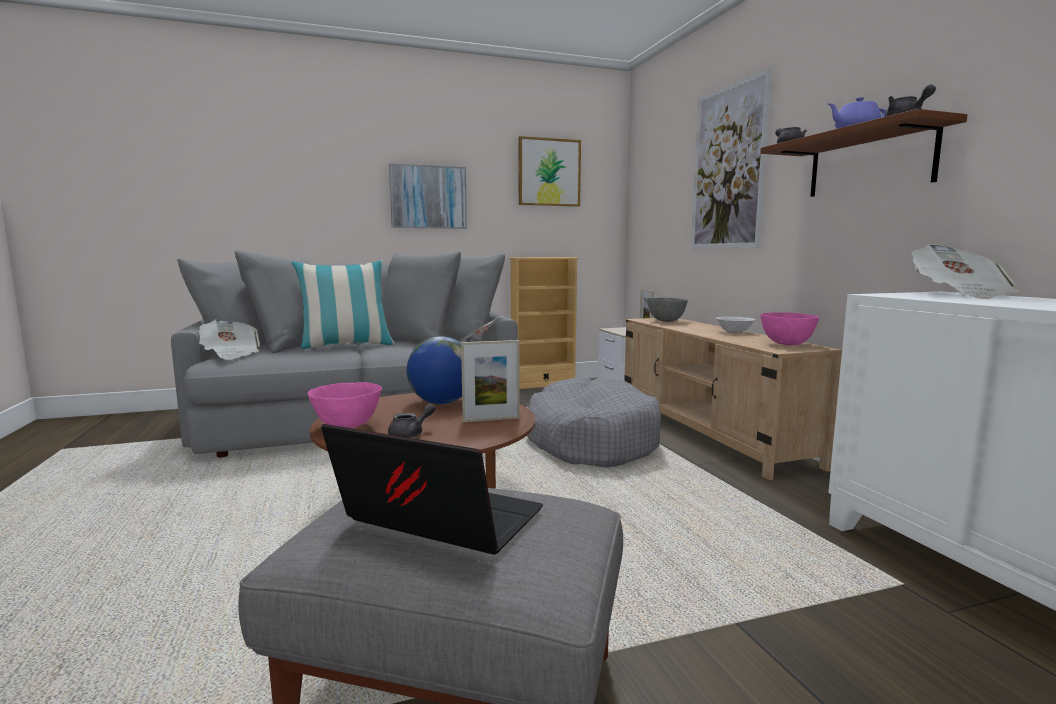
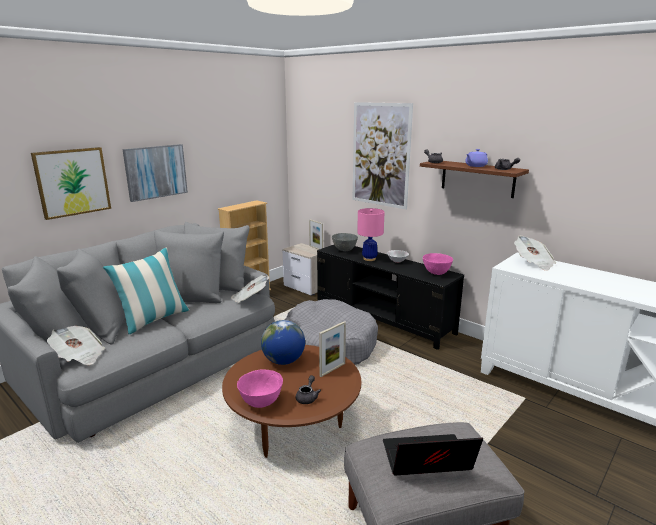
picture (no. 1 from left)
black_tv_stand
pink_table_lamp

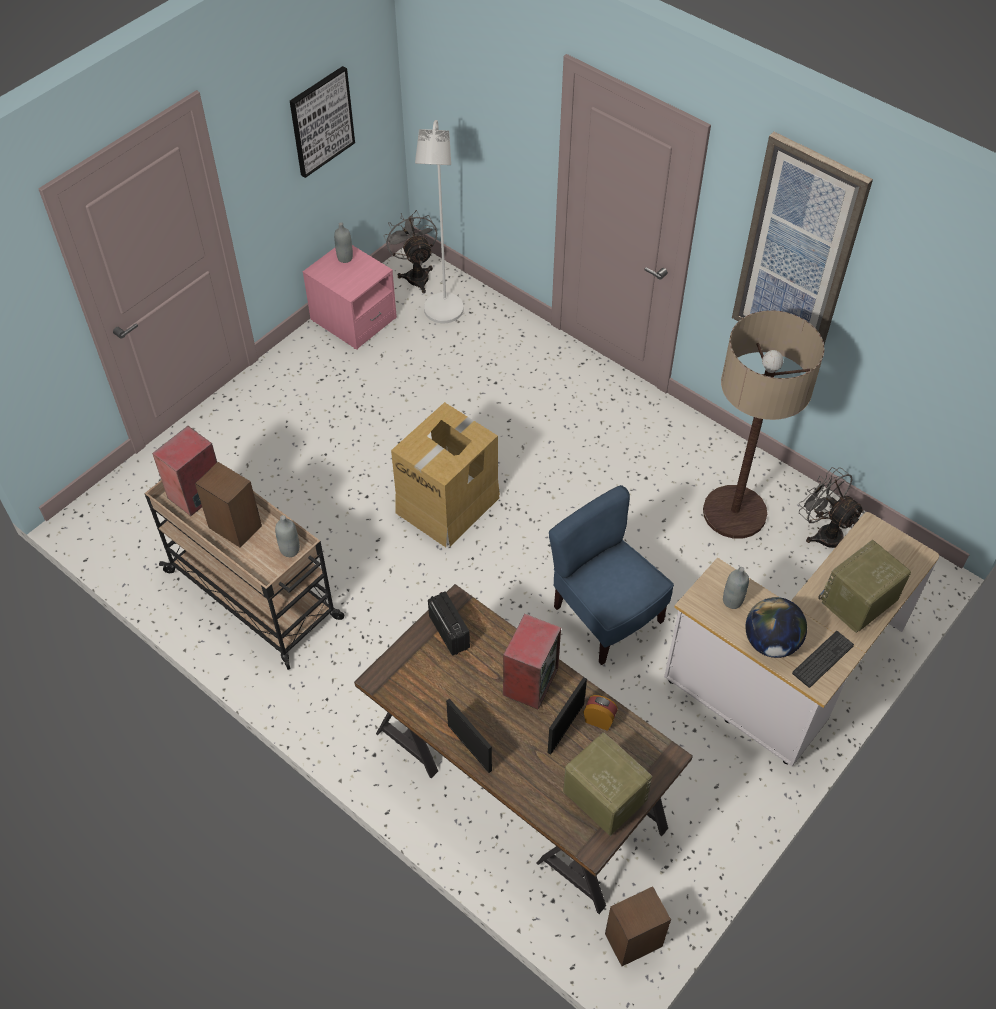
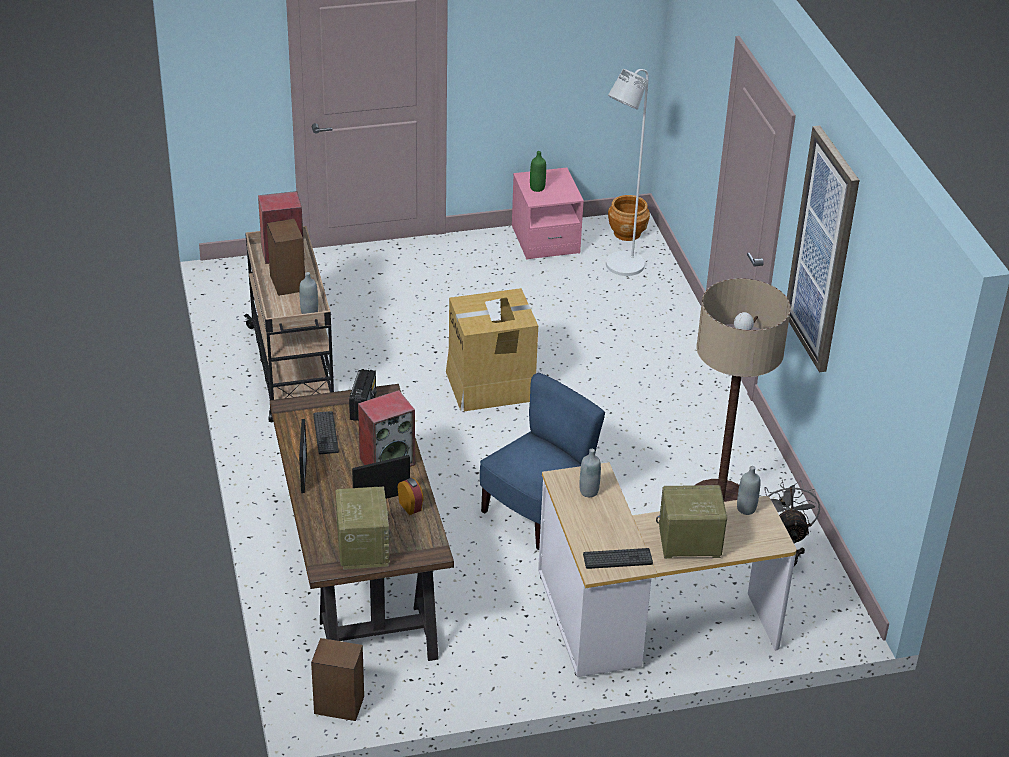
picture (no. 1 from left in the first image)
brown_planter
grey_bottle (no. 3 from left)
blue_chair
globe
green_bottle
keyboard (no. 1 from left)

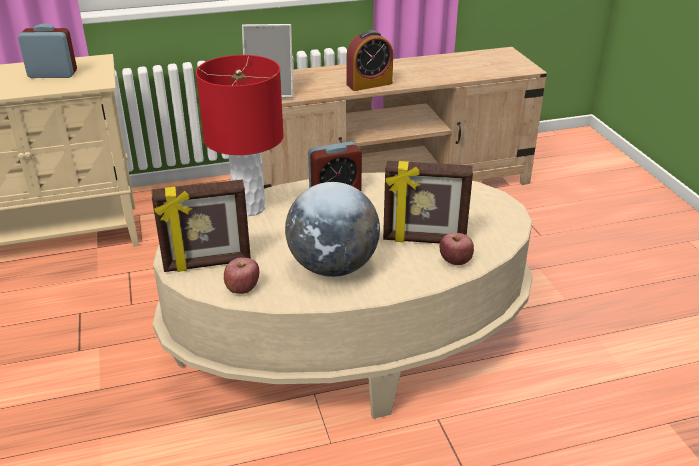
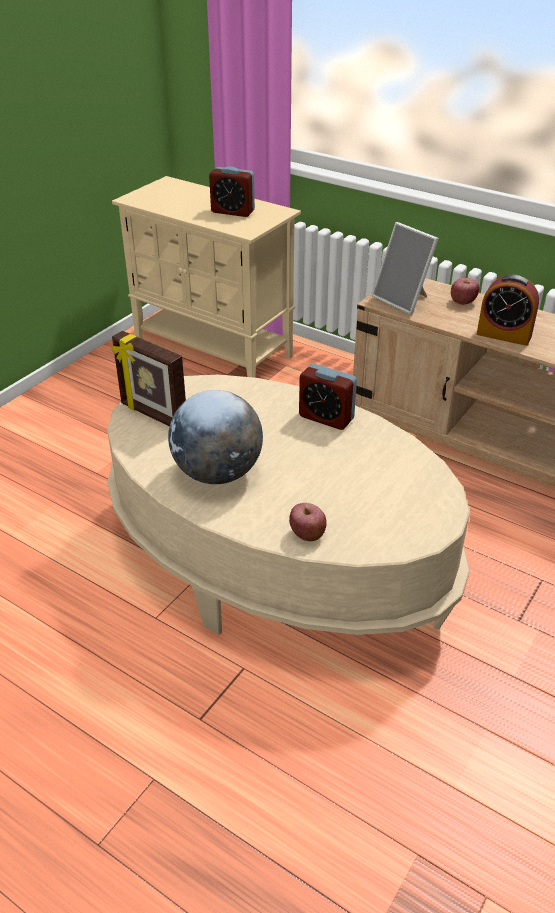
alarm_clock (no. 1 from left)
red_table_lamp
picture_frame (no. 3 from left in the first image)
apple (no. 2 from left)

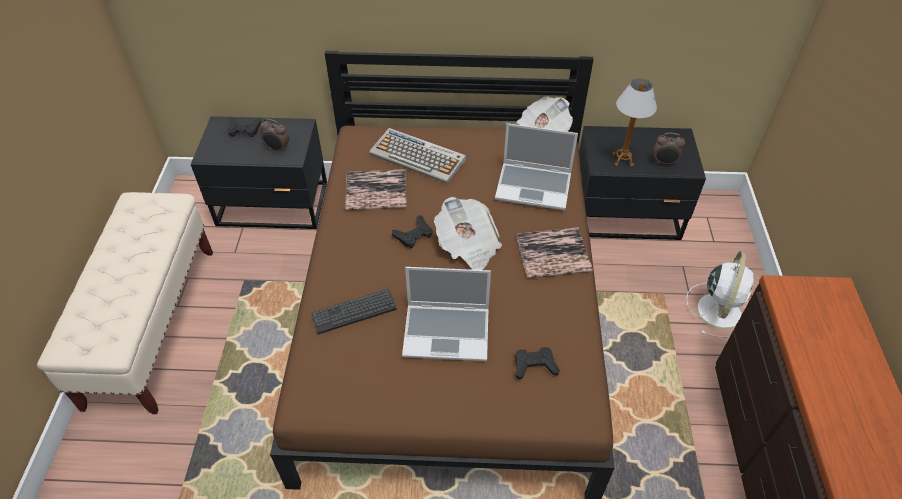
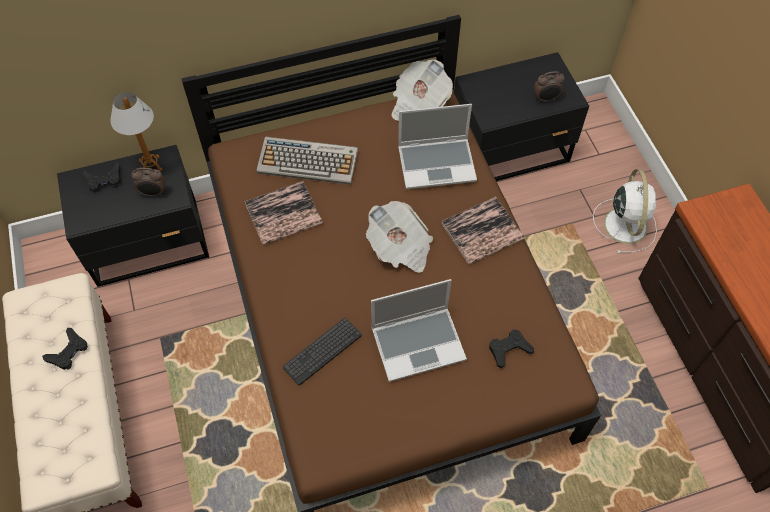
table_lamp
black_game_controller (no. 1 from left)

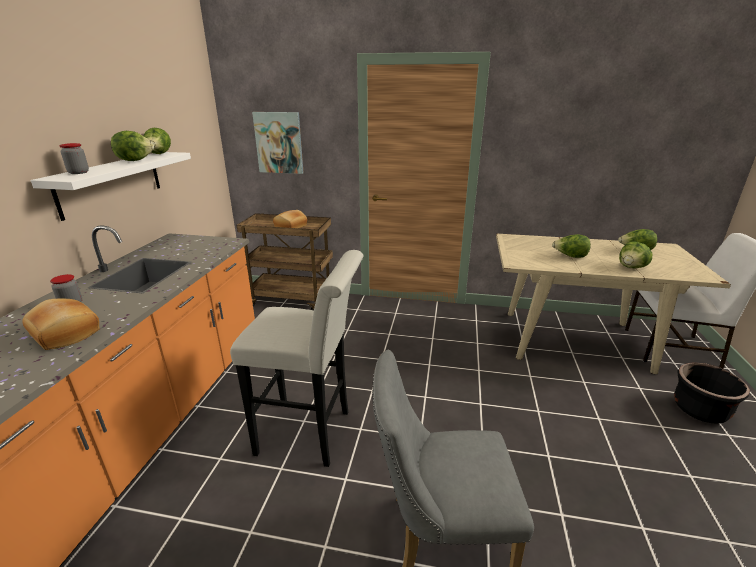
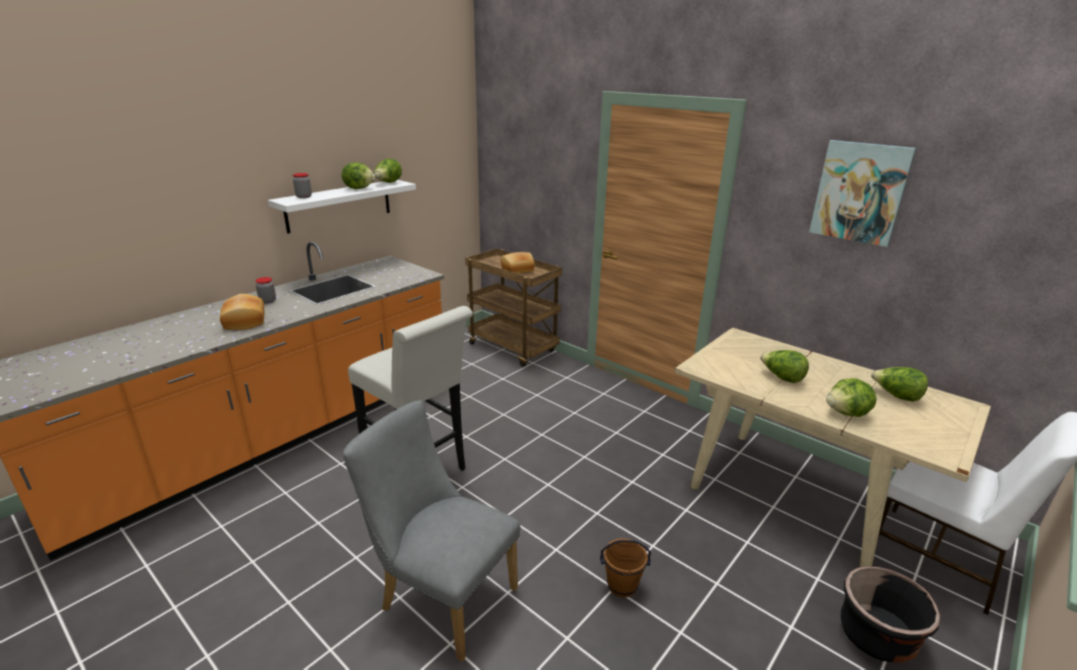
picture
brown_bucket

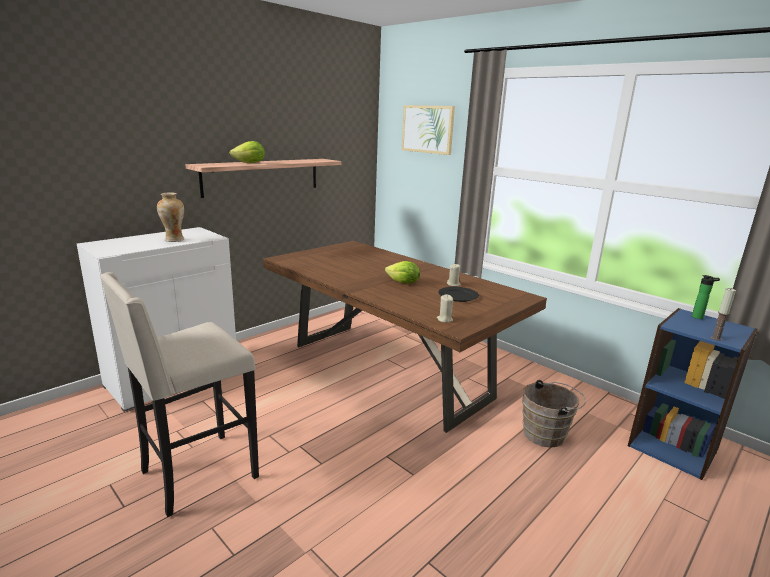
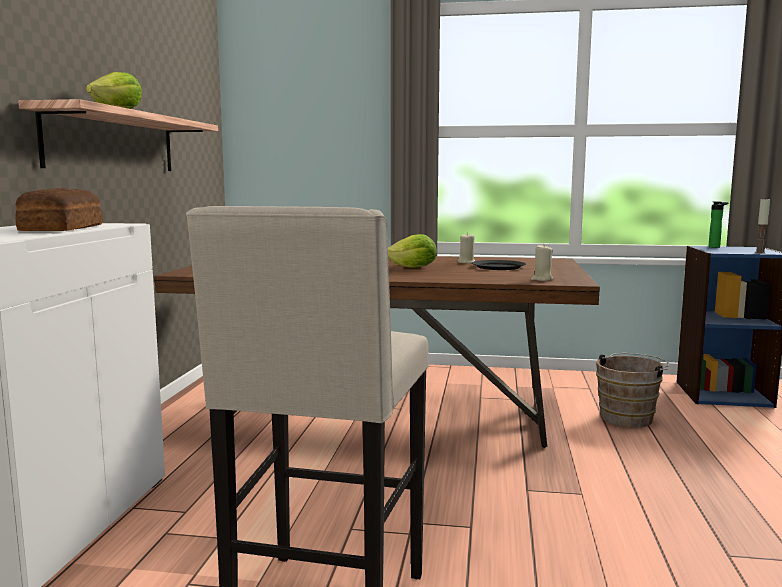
picture
bread

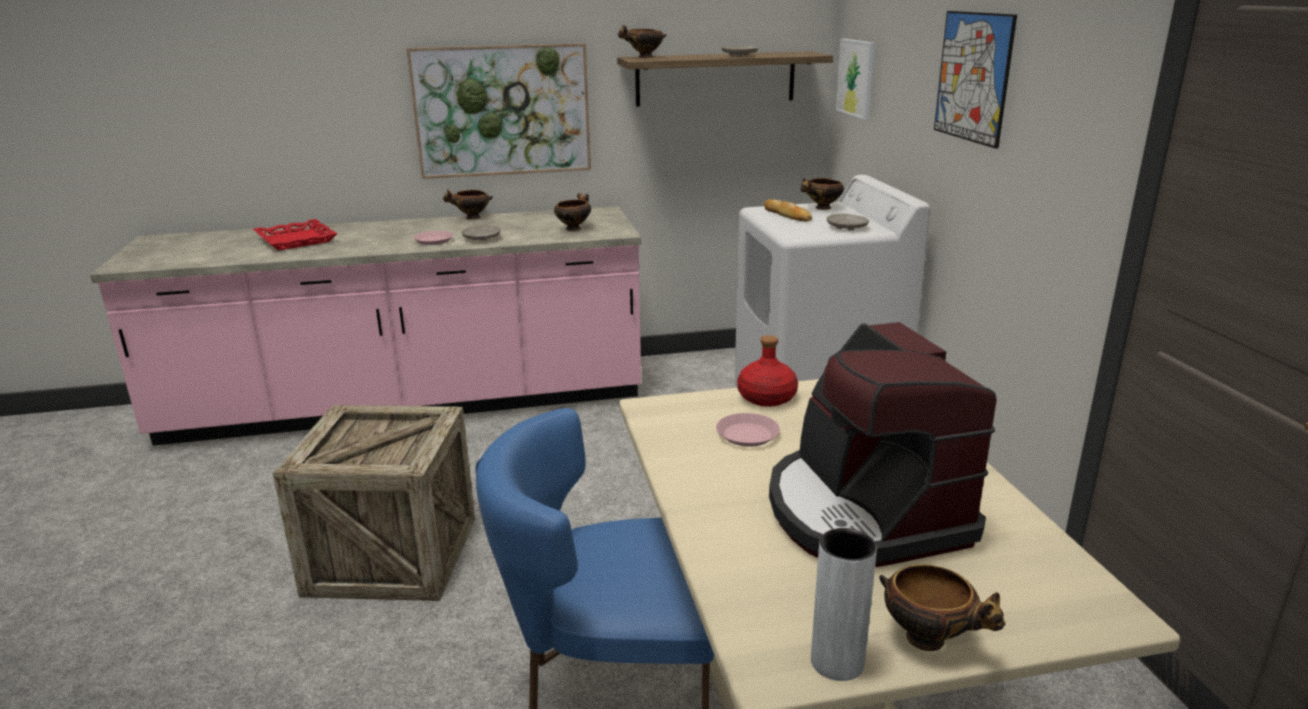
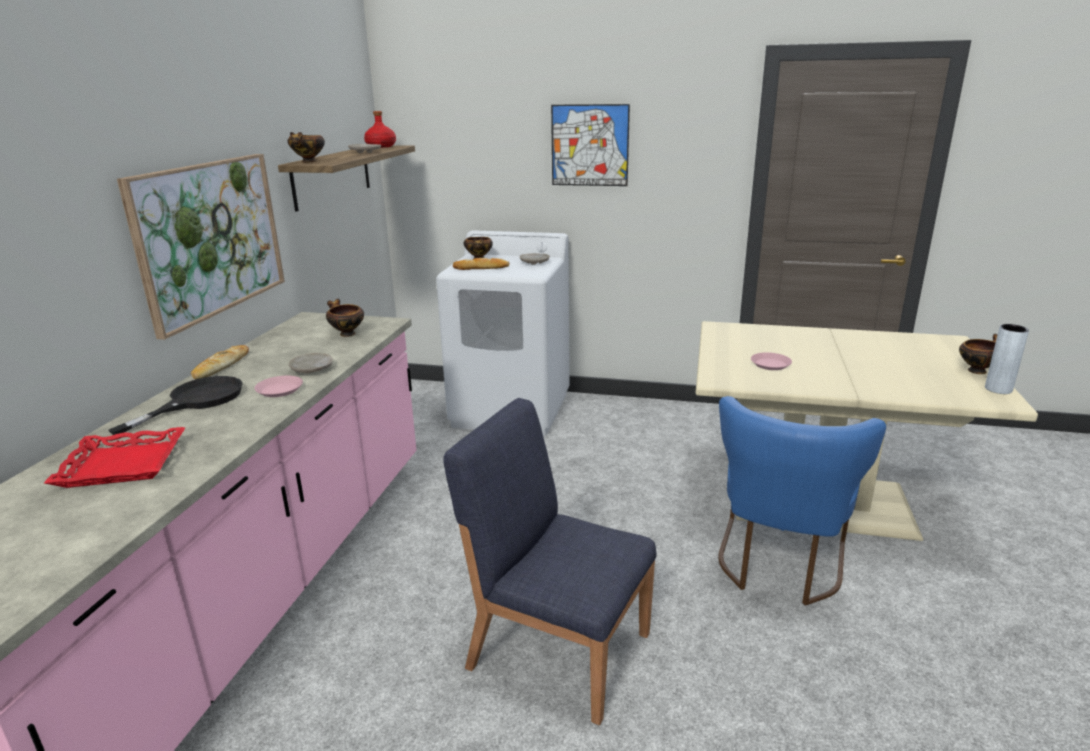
picture (no. 2 from left in the first image)
bread (no. 1 from left)
coffee_machine
red_bottle
blue_chair (no. 1 from left)
black_frying_pan

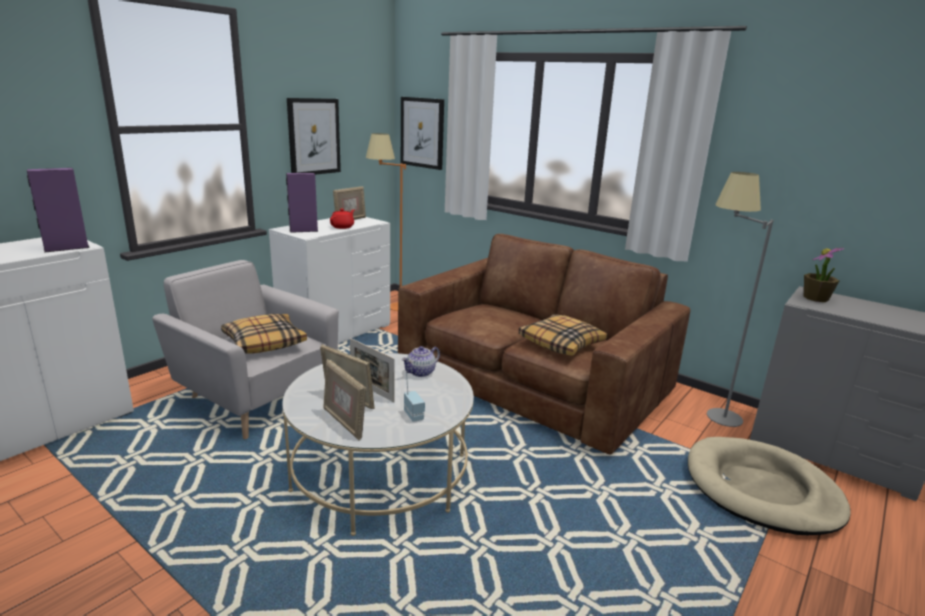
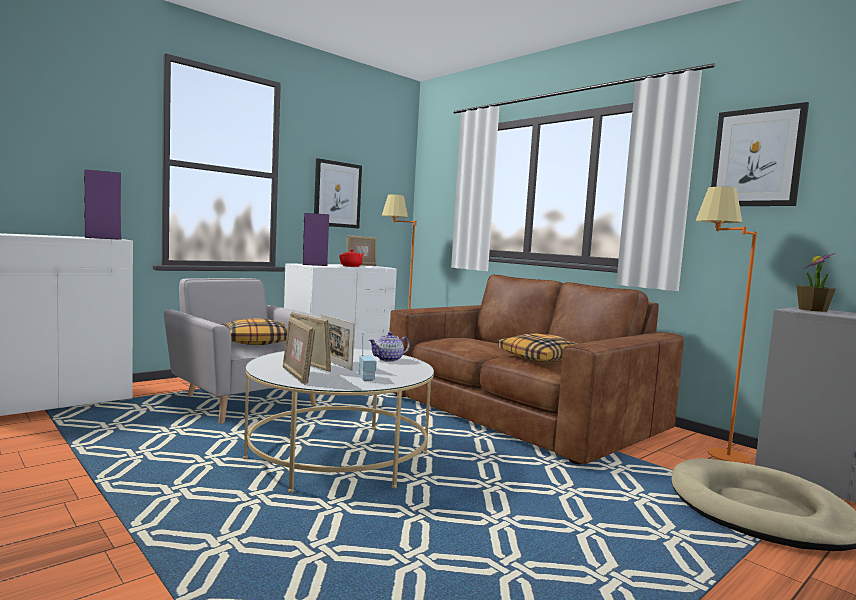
picture (no. 2 from left)
orange_floor_lamp (no. 2 from left)

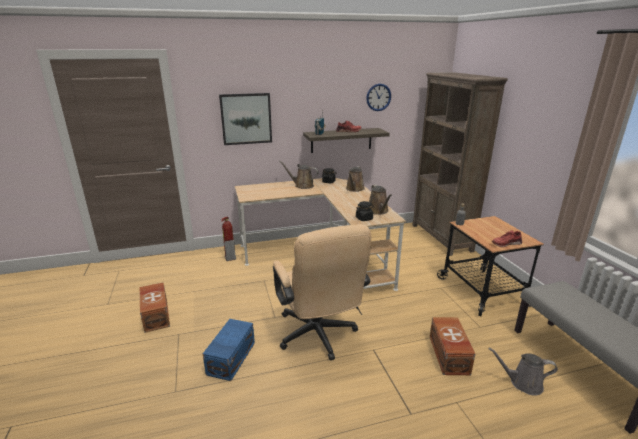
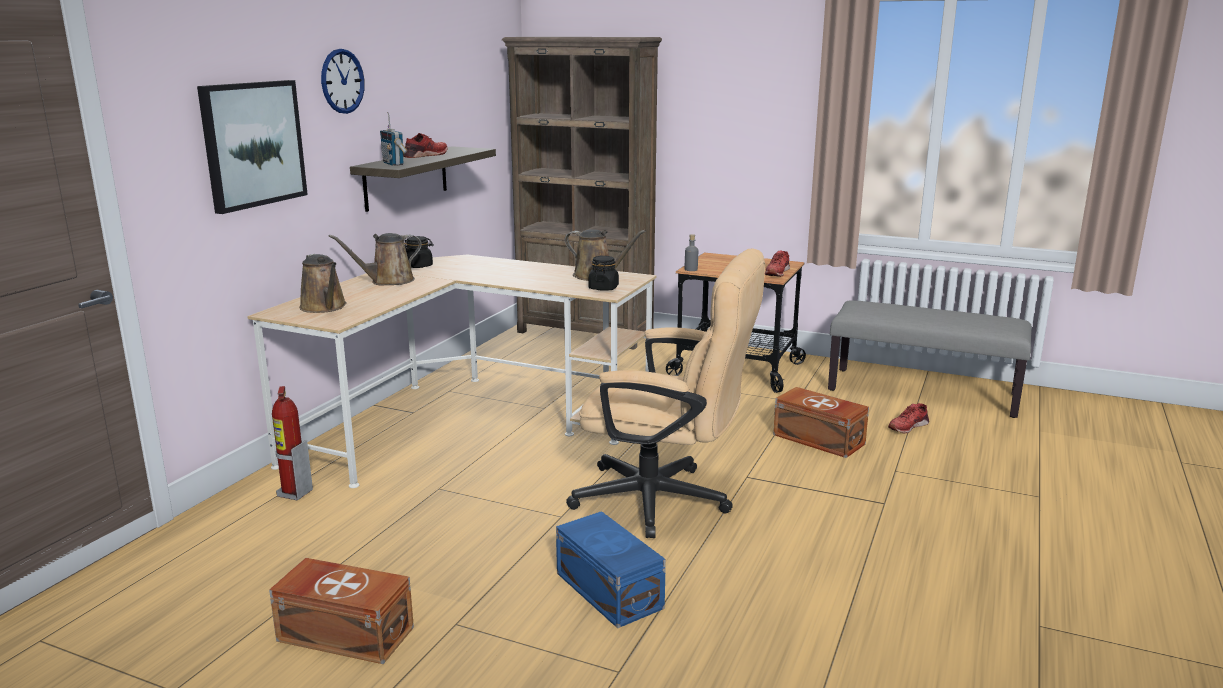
wall_clock
brown_watering_can (no. 1 from left)
red_shoe (no. 3 from left)

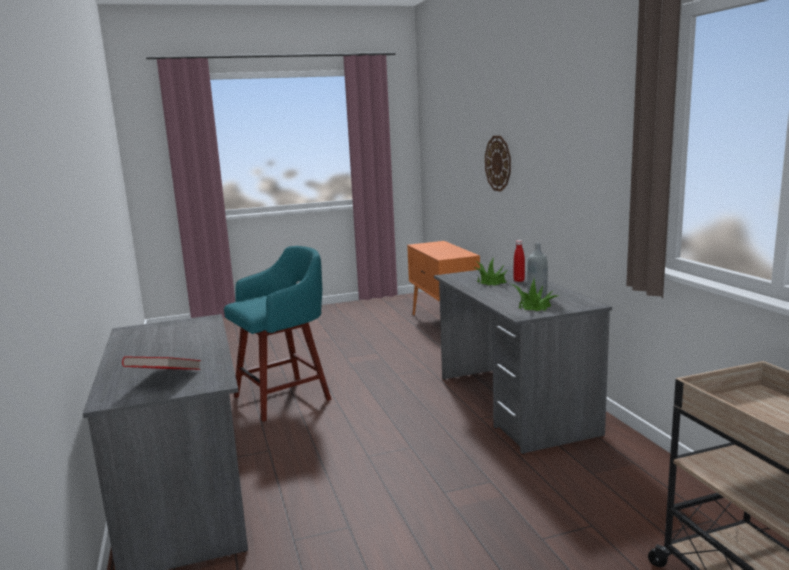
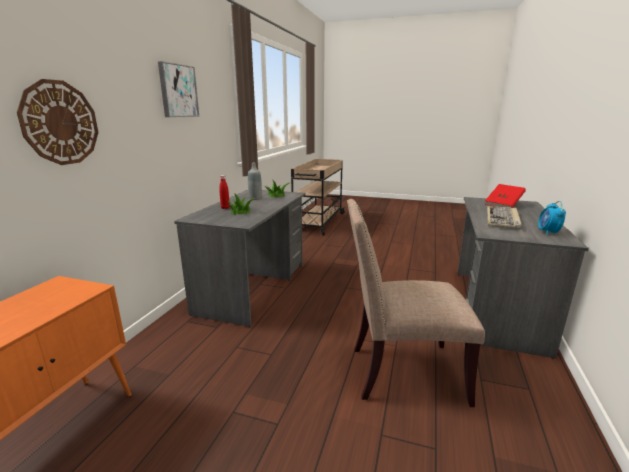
beige_chair
picture
alarm_clock
keyboard

